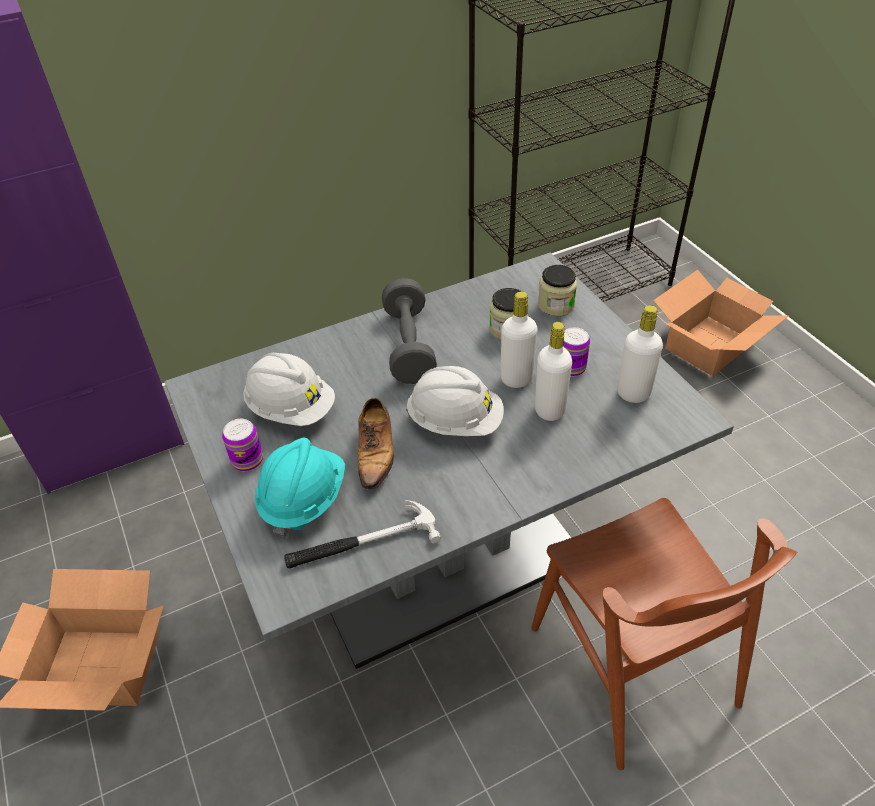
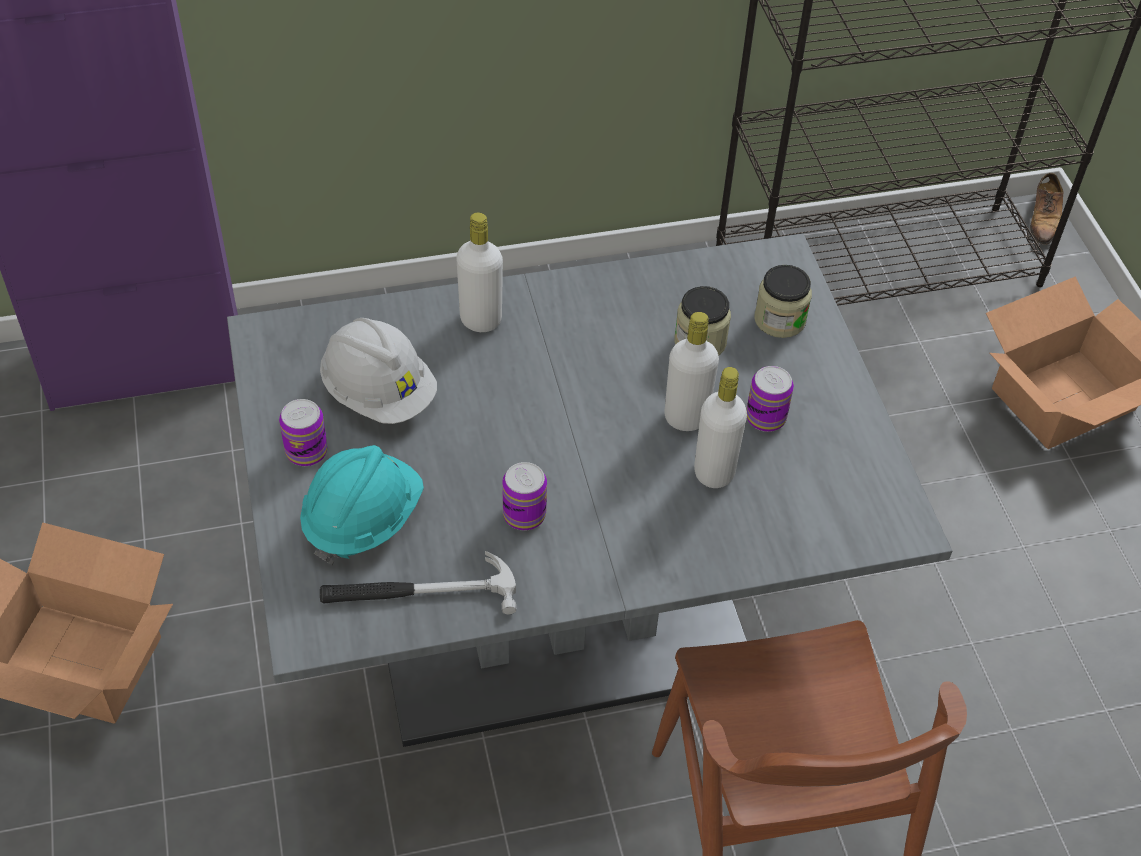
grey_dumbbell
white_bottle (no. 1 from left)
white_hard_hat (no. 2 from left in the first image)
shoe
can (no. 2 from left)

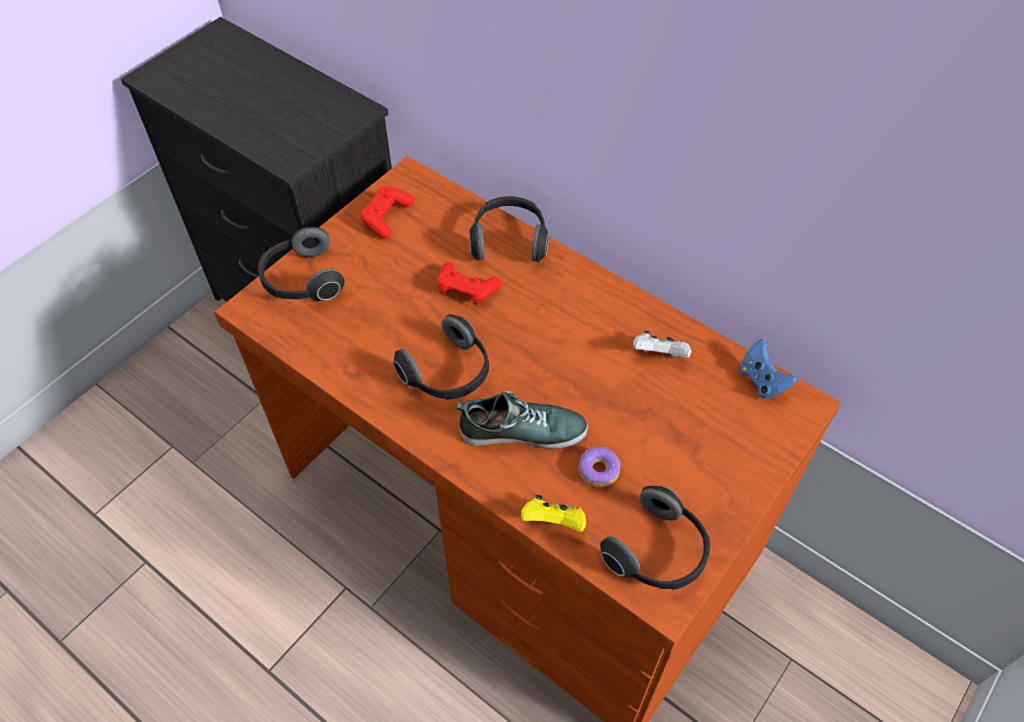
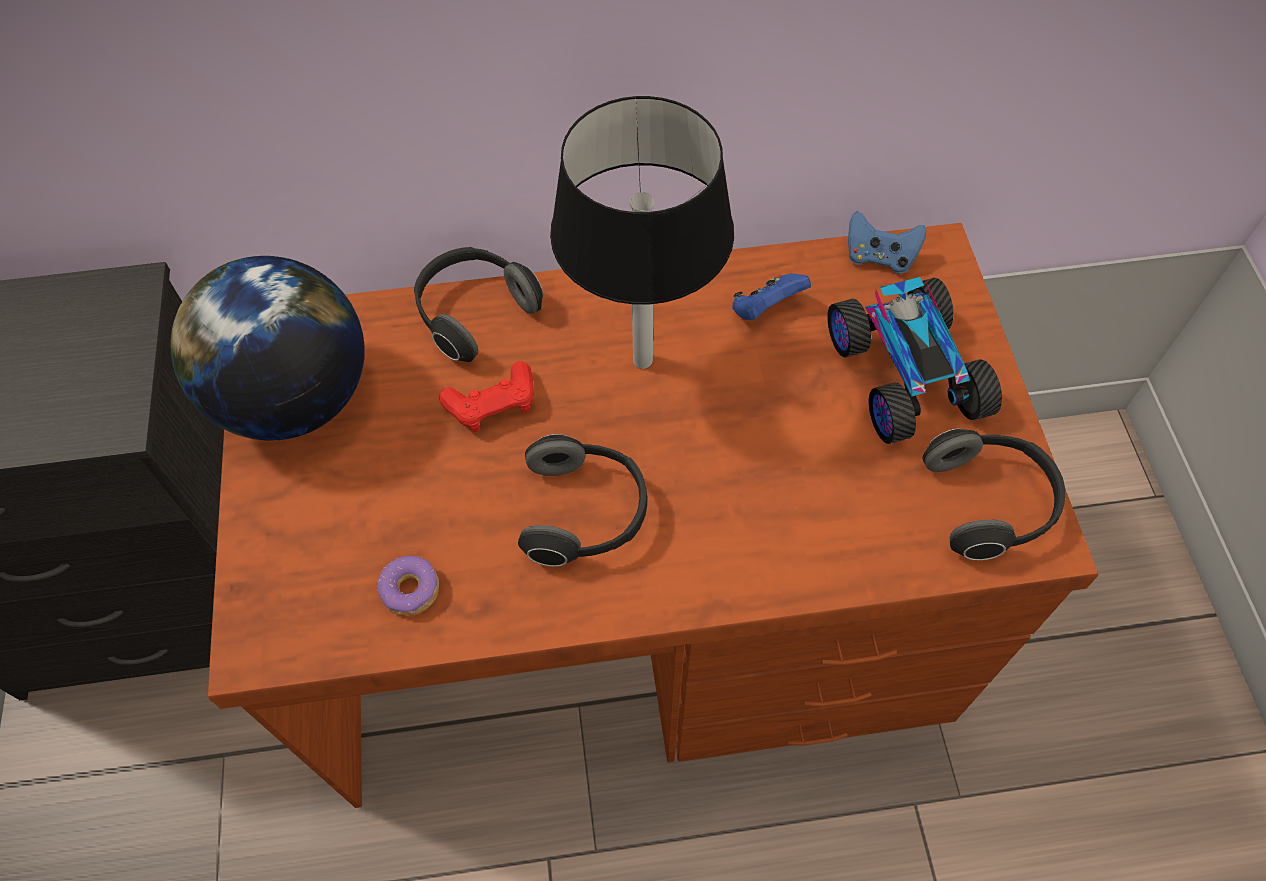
globe
headphones (no. 1 from left in the first image)
blue_game_controller (no. 1 from left)
shoe
donut
yellow_game_controller
black_table_lamp
toy_car

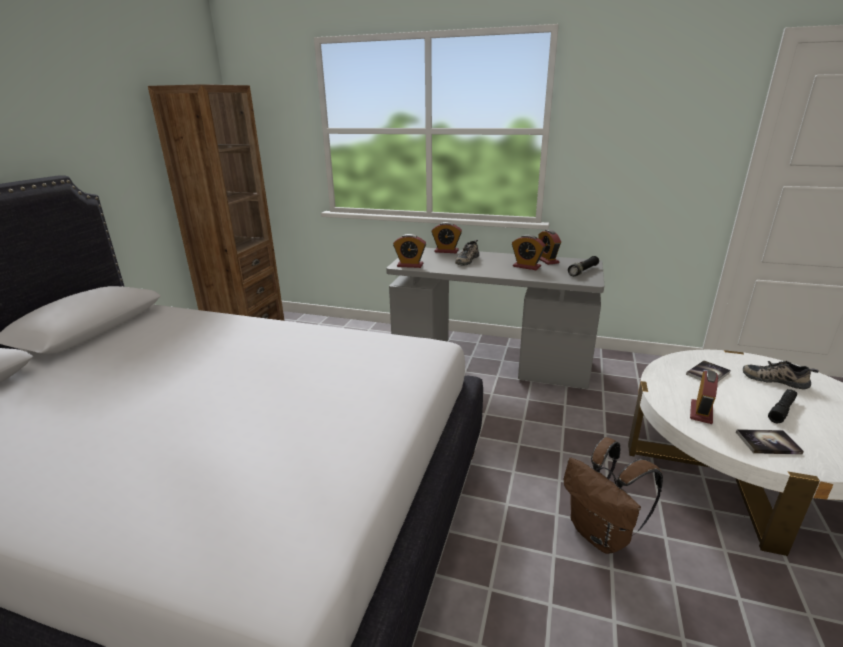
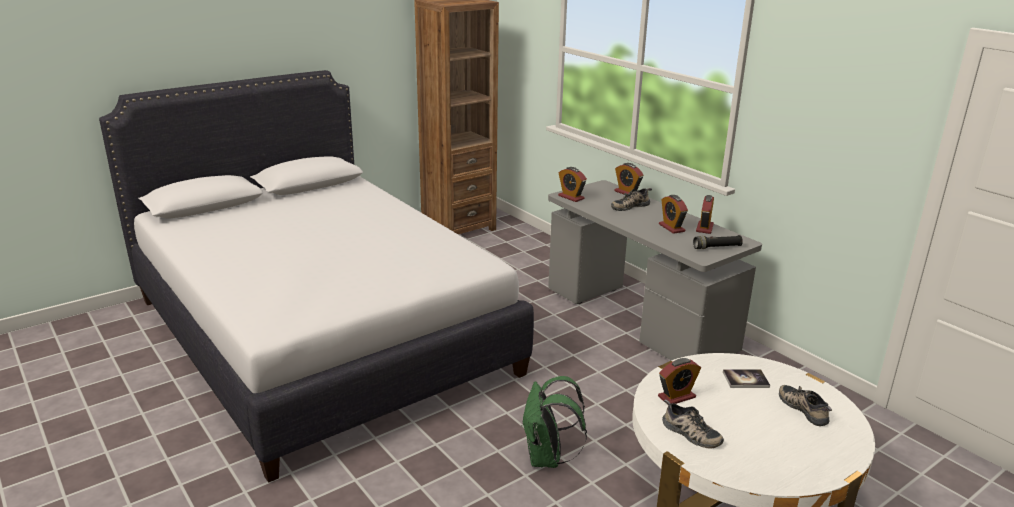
black_flashlight (no. 2 from left in the first image)
shoe (no. 2 from left)
green_backpack

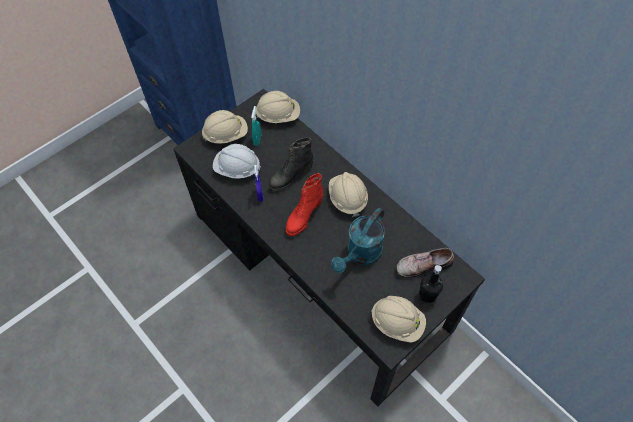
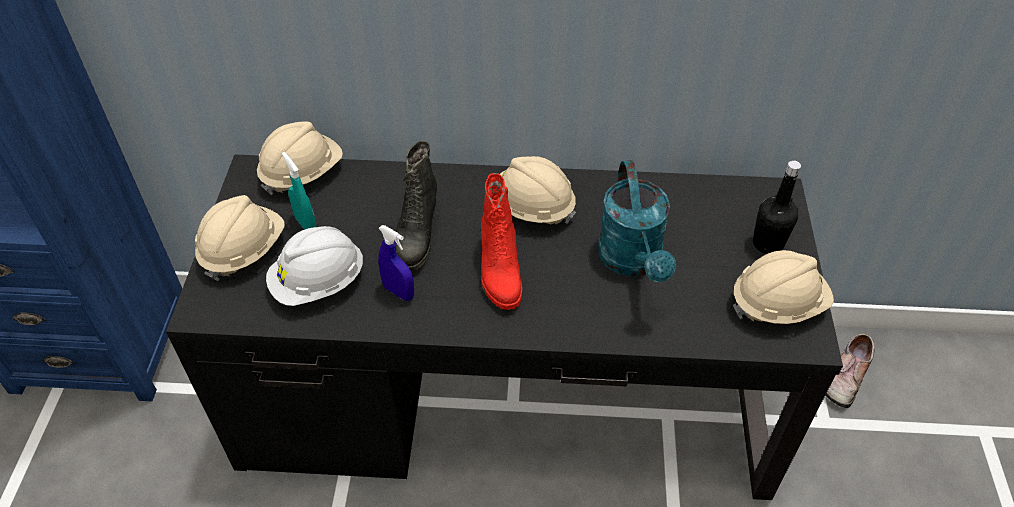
shoe

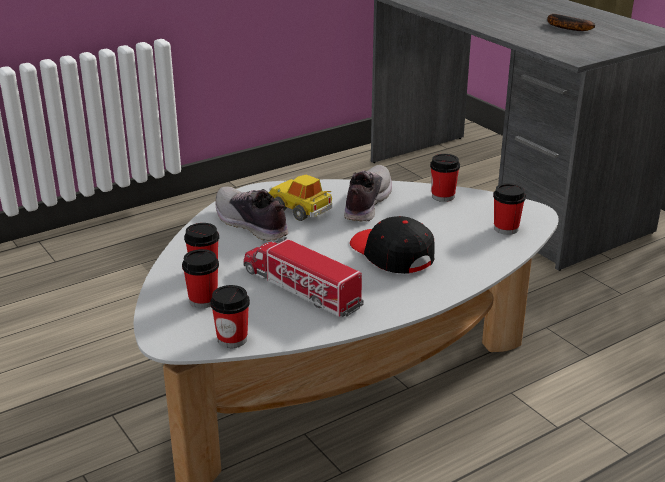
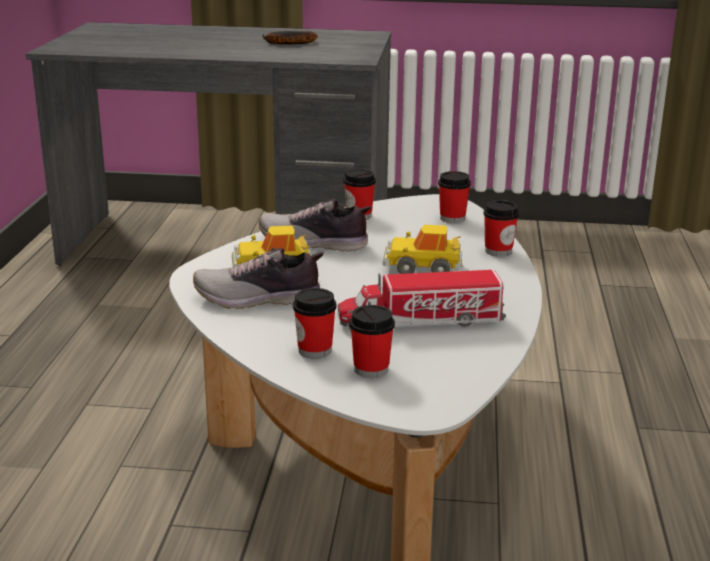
shoe (no. 2 from left)
toy_car (no. 2 from left)
cup (no. 5 from left)

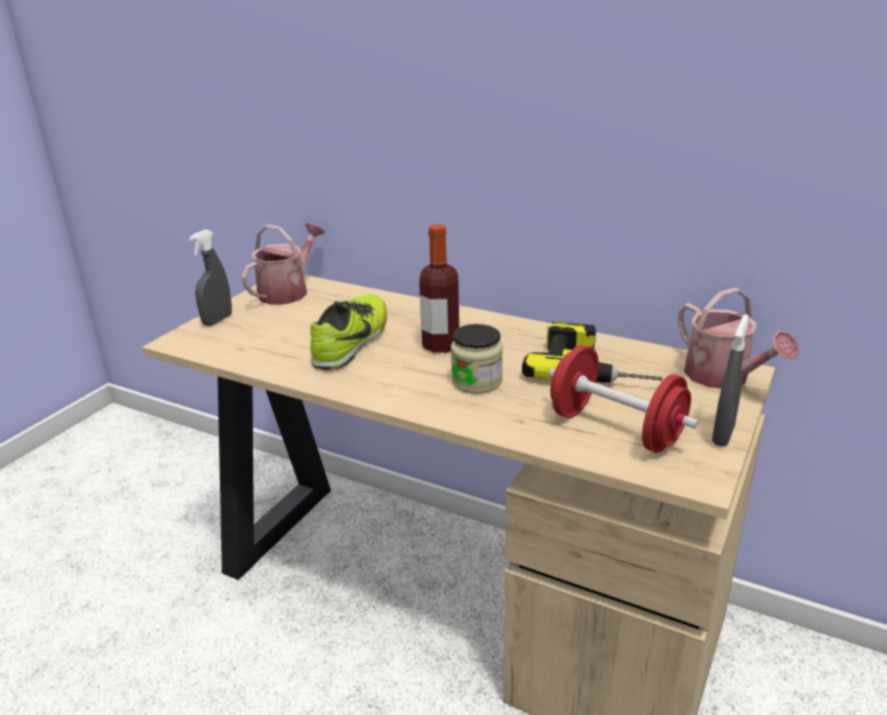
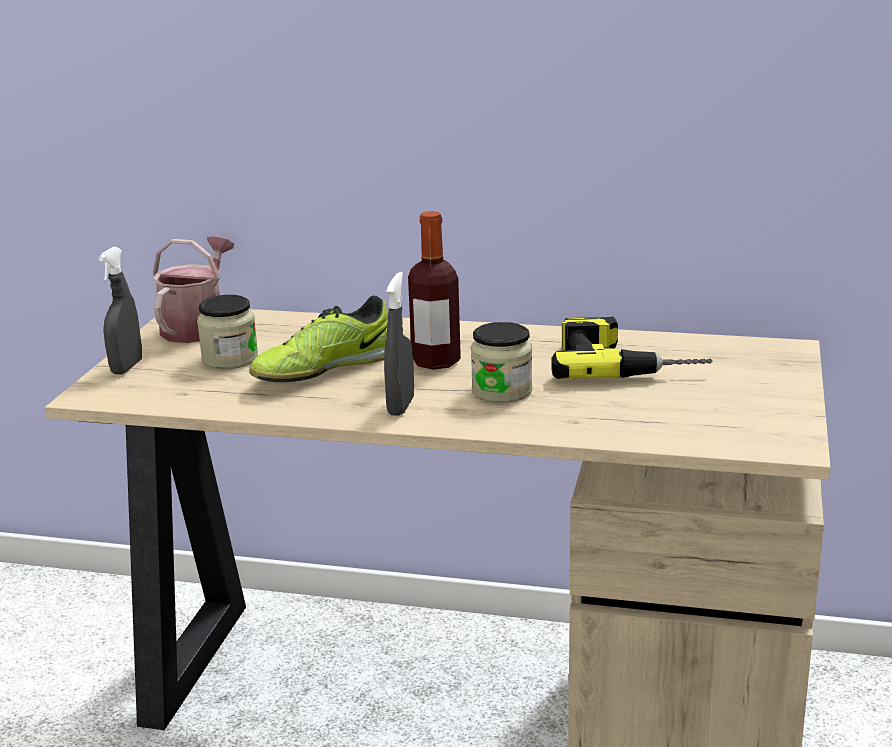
watering_can (no. 2 from left in the first image)
shoe
grey_spray_bottle (no. 2 from left)
red_dumbbell
jar (no. 1 from left)

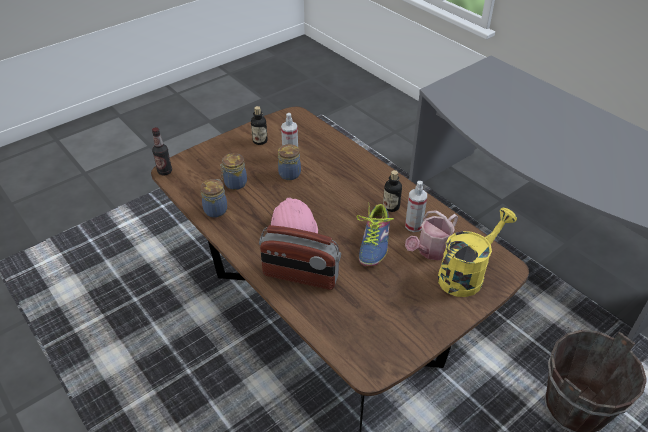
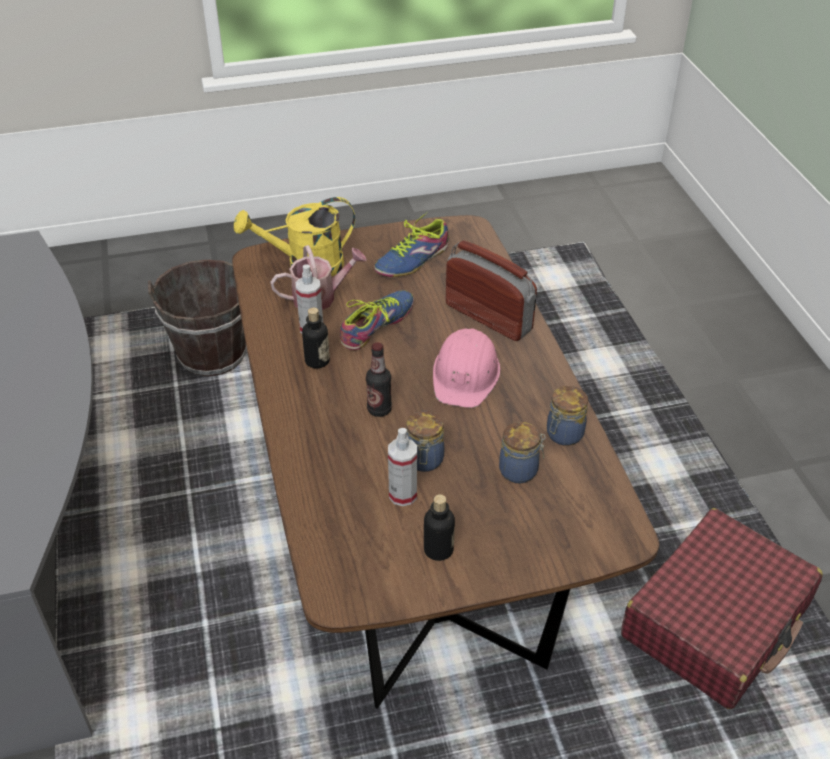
bottle (no. 2 from left)
shoe (no. 2 from left)
red_suitcase

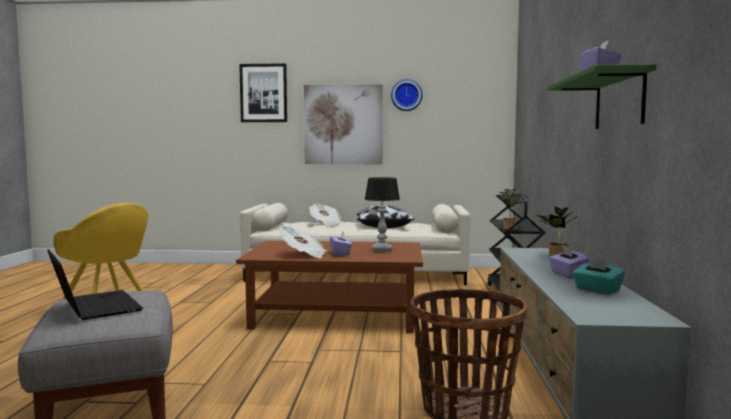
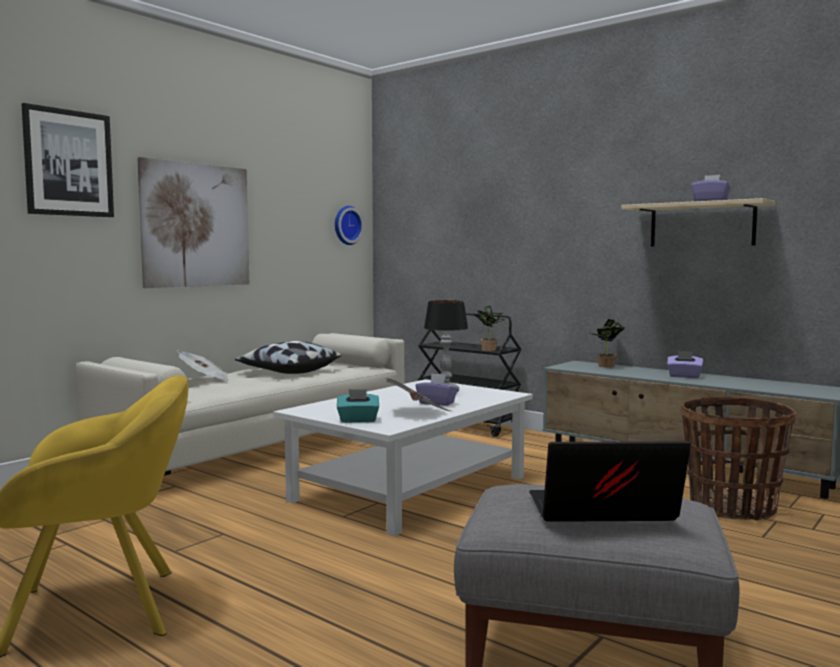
beige_shelf
wall_clock
white_coffee_table
turquoise_tissue_box

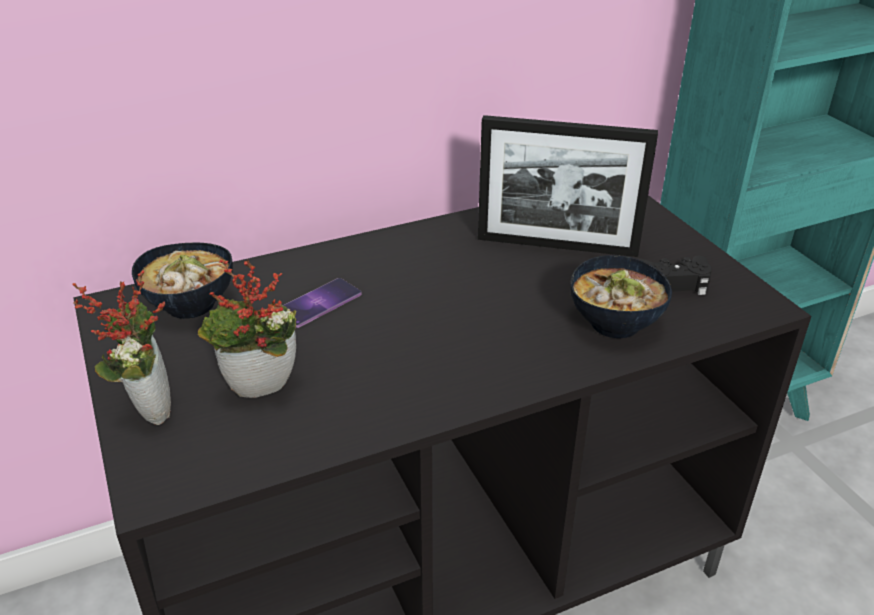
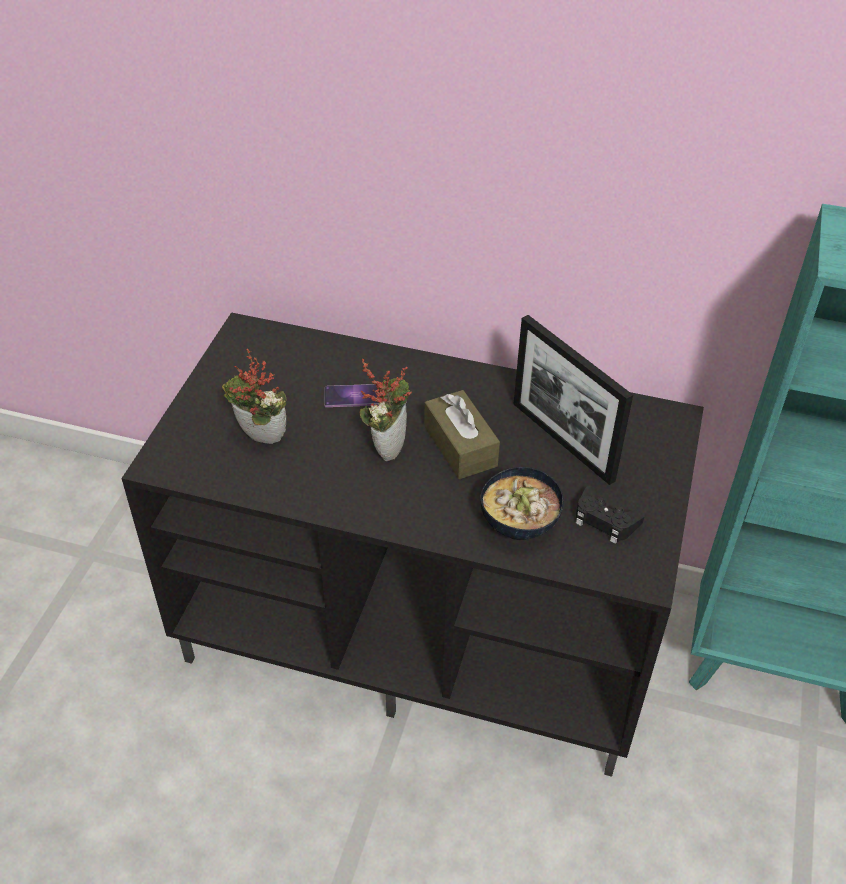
bowl (no. 1 from left in the first image)
potted_plant (no. 2 from left)
brown_tissue_box

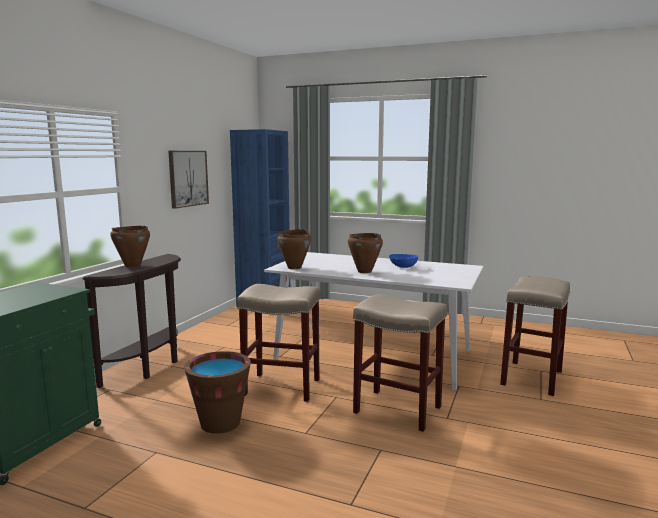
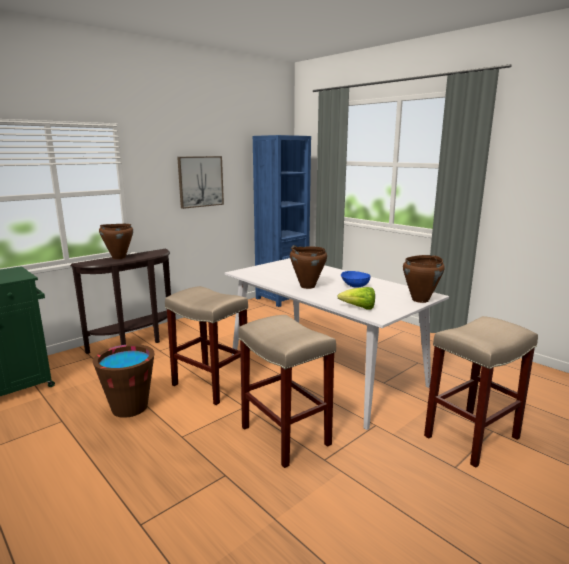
brown_cooking_pot (no. 3 from left)
lettuce

